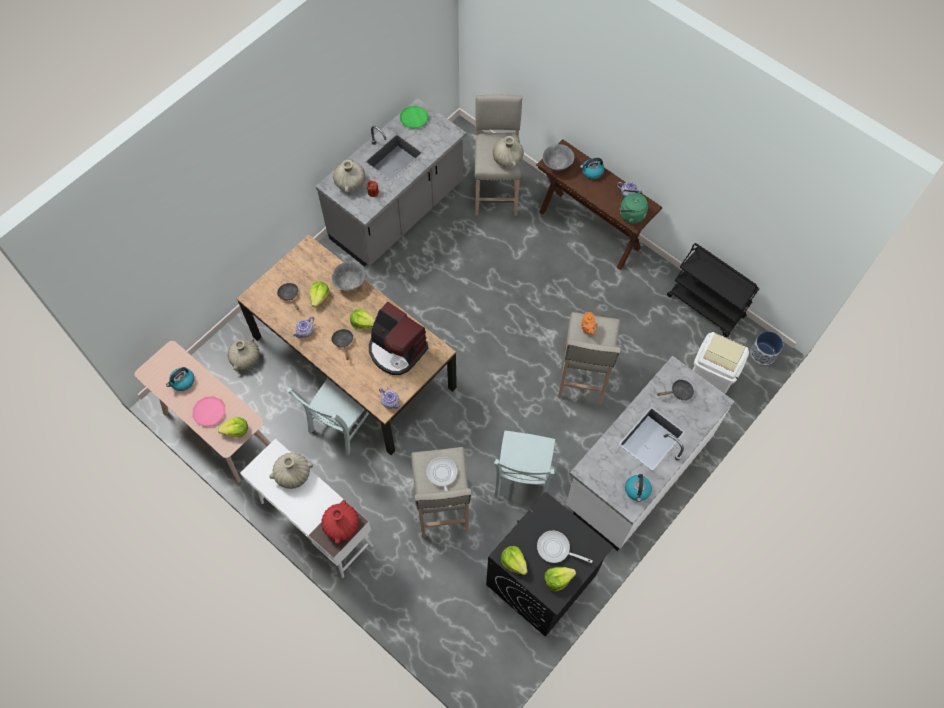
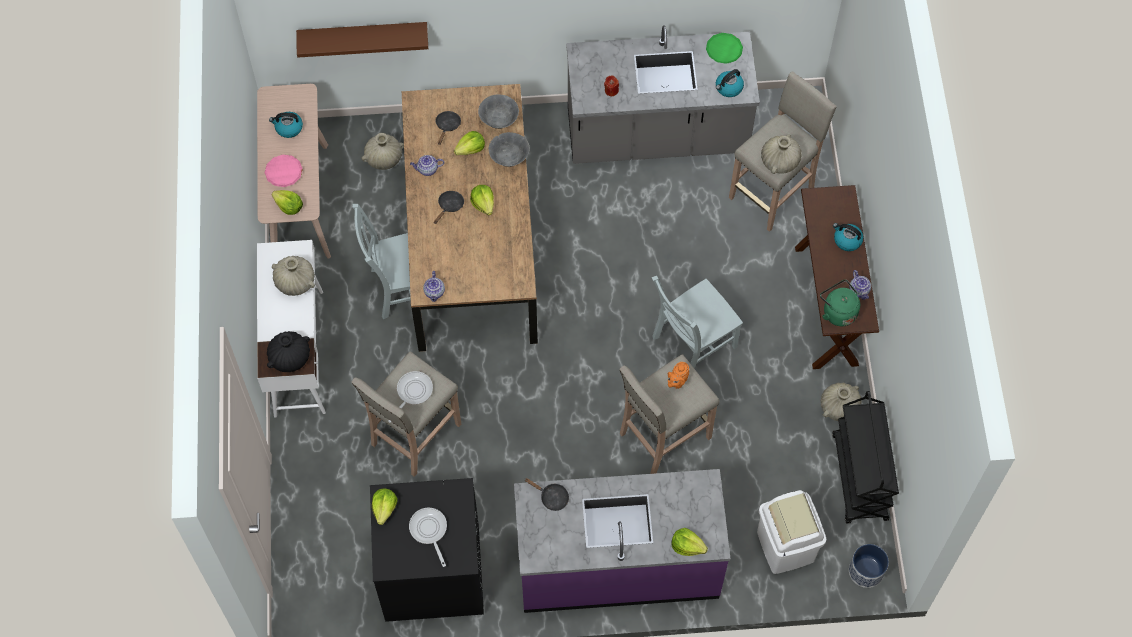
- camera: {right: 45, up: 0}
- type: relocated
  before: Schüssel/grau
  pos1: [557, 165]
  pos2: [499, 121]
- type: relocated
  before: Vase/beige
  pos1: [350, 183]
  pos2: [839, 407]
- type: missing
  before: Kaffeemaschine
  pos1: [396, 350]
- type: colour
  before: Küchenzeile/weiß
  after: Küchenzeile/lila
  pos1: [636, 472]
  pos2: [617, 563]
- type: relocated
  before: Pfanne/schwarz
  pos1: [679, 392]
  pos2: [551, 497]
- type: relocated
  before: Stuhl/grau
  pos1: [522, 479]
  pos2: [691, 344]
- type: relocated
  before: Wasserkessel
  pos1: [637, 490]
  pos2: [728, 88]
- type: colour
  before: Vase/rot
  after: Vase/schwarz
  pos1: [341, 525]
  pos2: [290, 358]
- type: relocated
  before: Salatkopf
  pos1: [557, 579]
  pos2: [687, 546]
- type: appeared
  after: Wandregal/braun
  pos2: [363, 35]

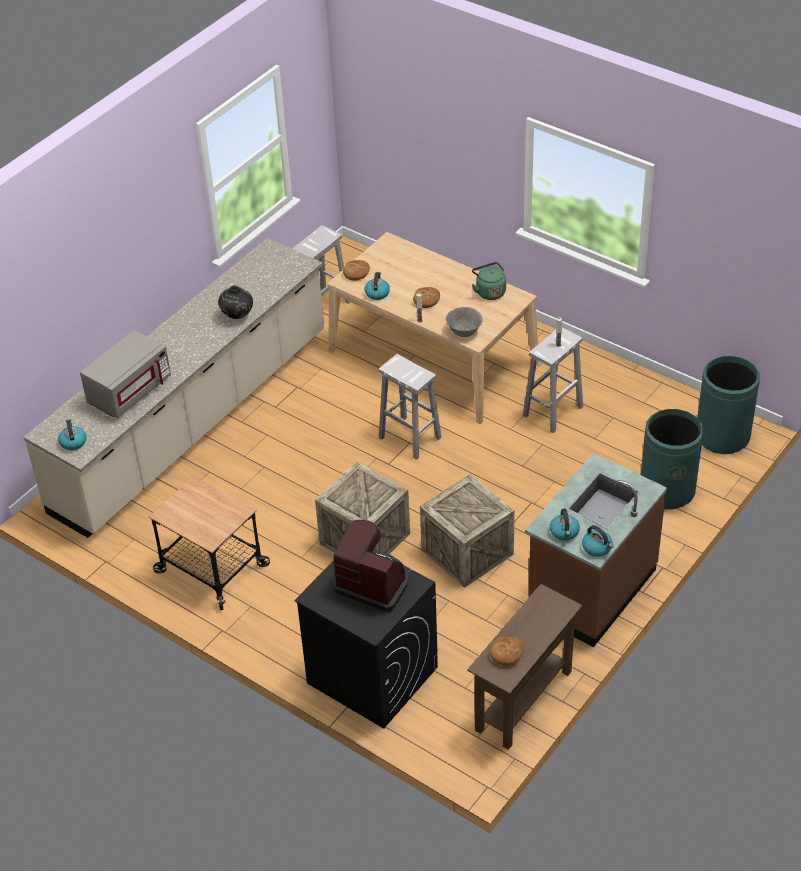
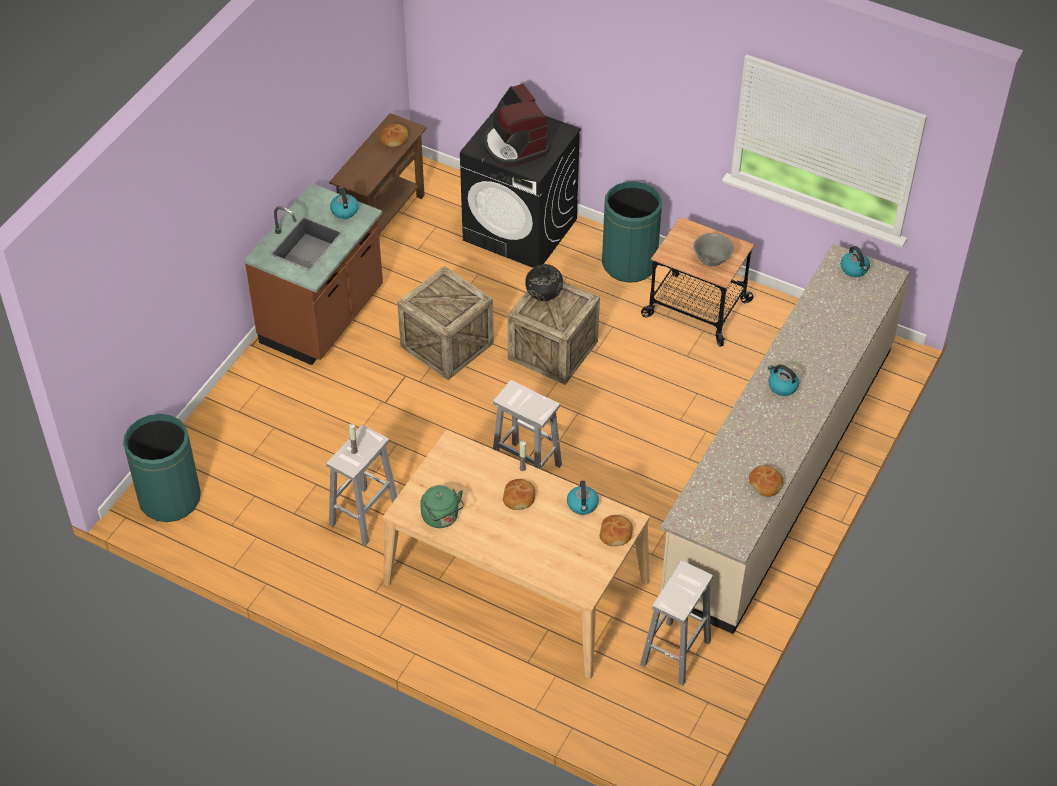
- camera: {right: 170, up: 5}
- type: relocated
  before: Vase/schwarz
  pos1: [237, 316]
  pos2: [544, 297]
- type: relocated
  before: Schüssel/grau
  pos1: [464, 332]
  pos2: [712, 260]
- type: missing
  before: Mikrowelle/grau
  pos1: [129, 391]
- type: relocated
  before: Mülleimer/grün
  pos1: [667, 490]
  pos2: [629, 263]
- type: spun
  before: Kaffeemaschine
  pos1: [373, 583]
  pos2: [514, 146]
  turn: 45
- type: relocated
  before: Wasserkessel
  pos1: [597, 548]
  pos2: [782, 386]
- type: appeared
  after: Brot
  pos2: [765, 484]

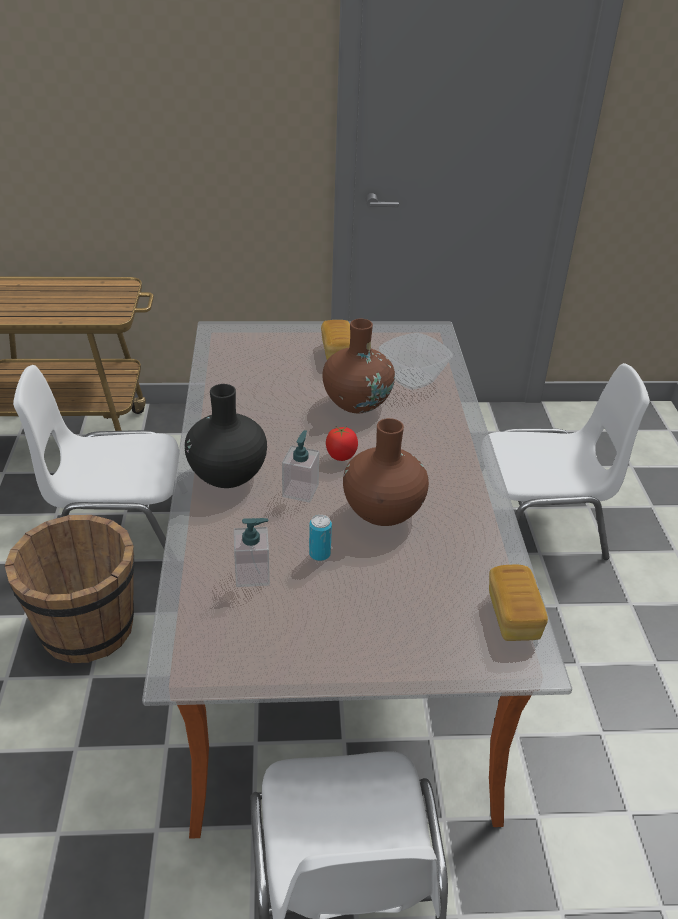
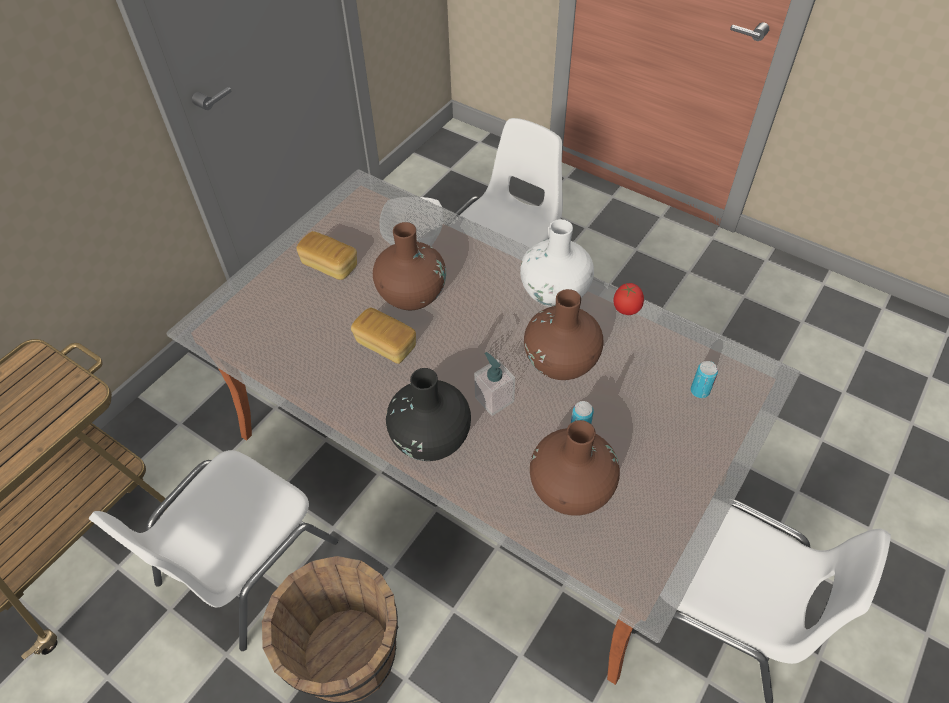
- camera: {right: -50, up: 15}
- type: relocated
  before: Tomate
  pos1: [341, 456]
  pos2: [626, 308]
- type: exchanged
  before: Seifenspender
  after: Vase/braun
  pos1: [252, 574]
  pos2: [570, 488]
- type: relocated
  before: Brot
  pos1: [513, 615]
  pos2: [386, 344]
- type: appeared
  after: Vase/weiß
  pos2: [554, 292]
- type: appeared
  after: Dose
  pos2: [699, 391]

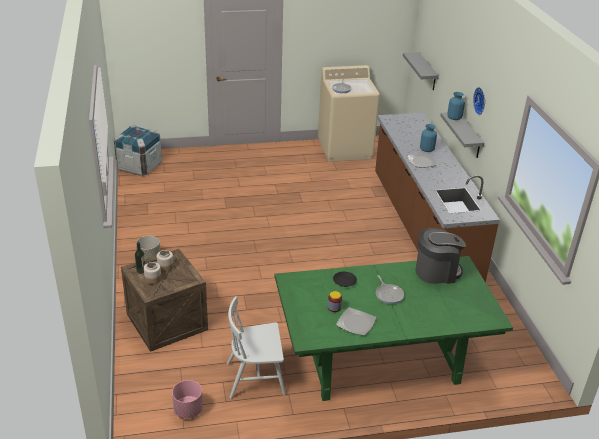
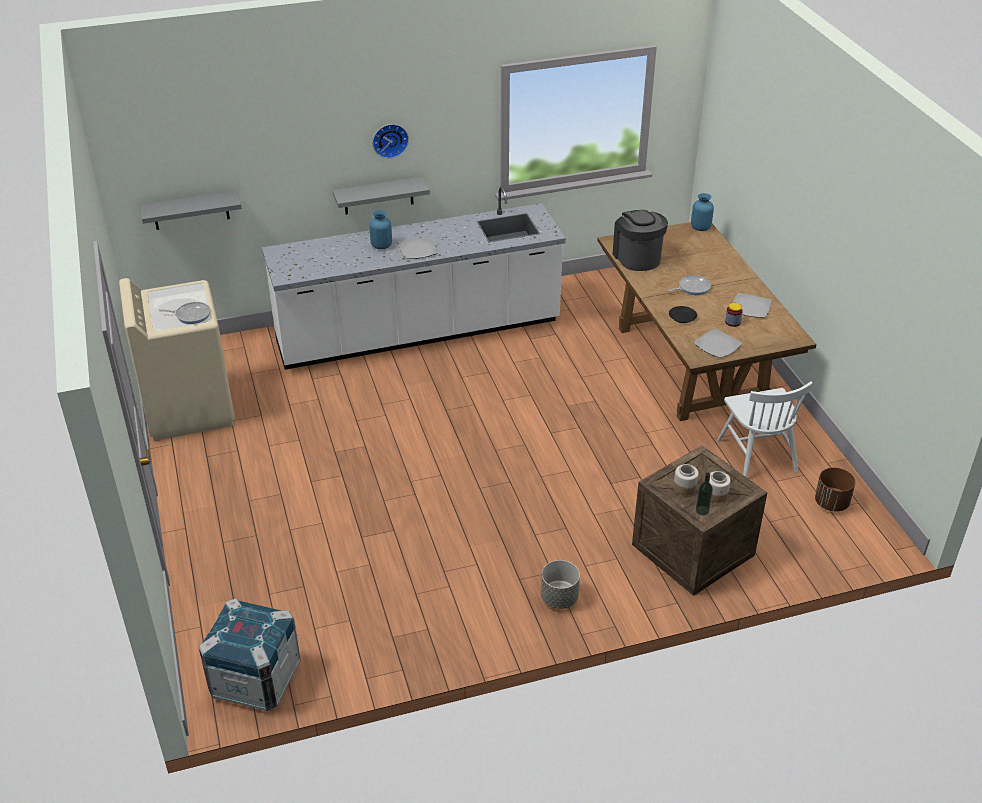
- camera: {right: -95, up: 5}
- type: relocated
  before: Vase/blau
  pos1: [454, 118]
  pos2: [700, 227]
- type: colour
  before: Küchenzeile/braun
  after: Küchenzeile/weiß
  pos1: [421, 228]
  pos2: [418, 333]
- type: colour
  before: Esstisch/grün
  after: Esstisch/braun
  pos1: [382, 361]
  pos2: [689, 364]
- type: colour
  before: Pflanzkübel/rosa
  after: Pflanzkübel/braun
  pos1: [188, 410]
  pos2: [831, 503]
- type: appeared
  after: Teller
  pos2: [718, 345]

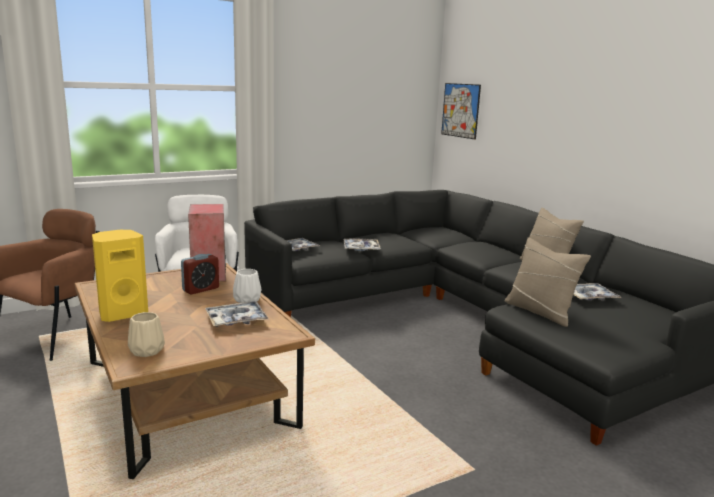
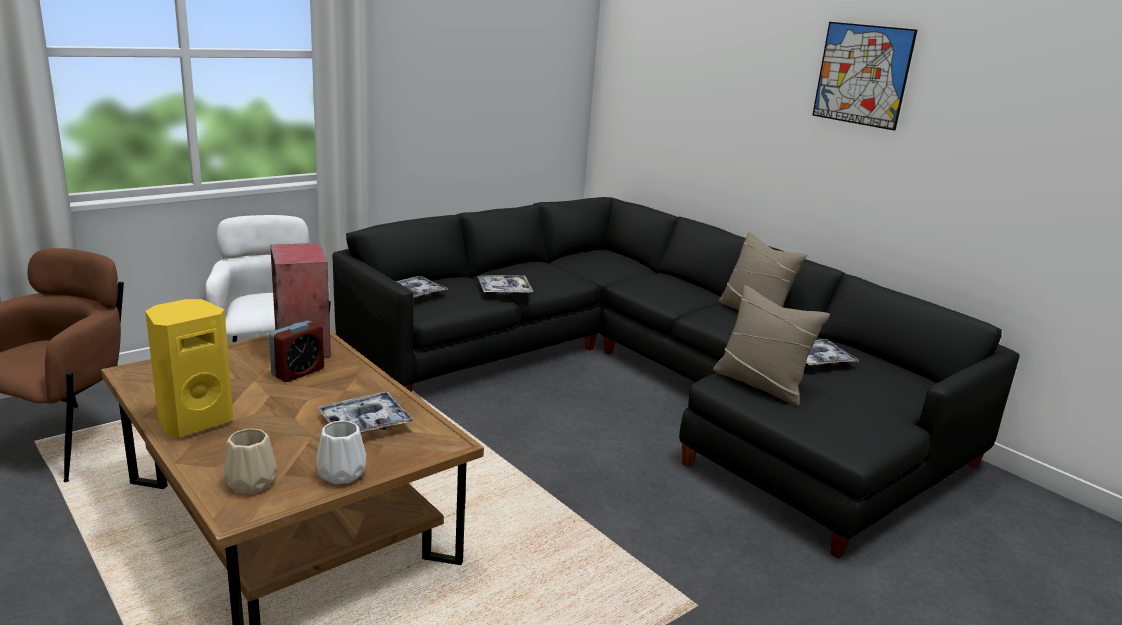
- camera: {right: -10, up: 5}
- type: relocated
  before: Bild
  pos1: [460, 110]
  pos2: [862, 75]
- type: relocated
  before: Vase/weiß
  pos1: [246, 300]
  pos2: [340, 474]

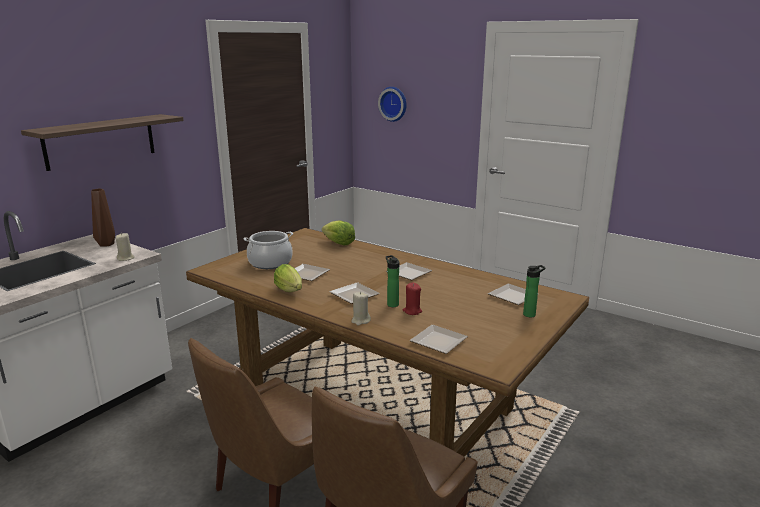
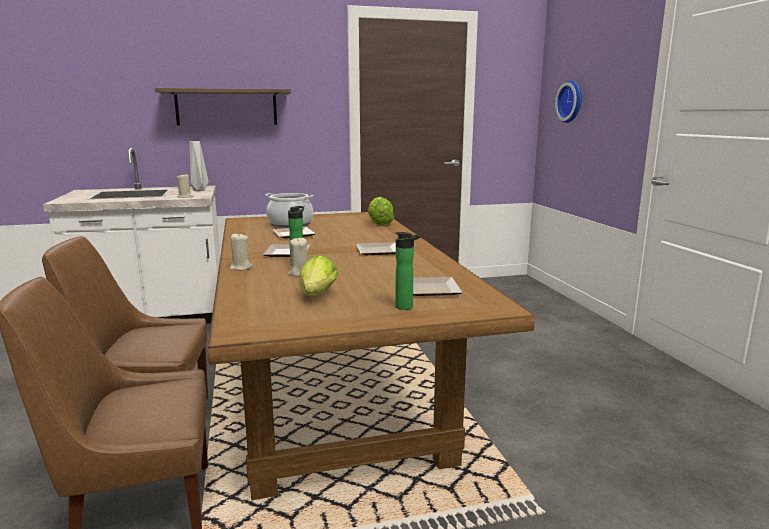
- camera: {right: 40, up: -5}
- type: colour
  before: Vase/braun
  after: Vase/grau
  pos1: [107, 244]
  pos2: [200, 190]
- type: relocated
  before: Salatkopf
  pos1: [290, 291]
  pos2: [317, 296]
- type: colour
  before: Kerze/rot
  after: Kerze/beige
  pos1: [412, 311]
  pos2: [299, 273]
- type: missing
  before: Teller
  pos1: [438, 341]

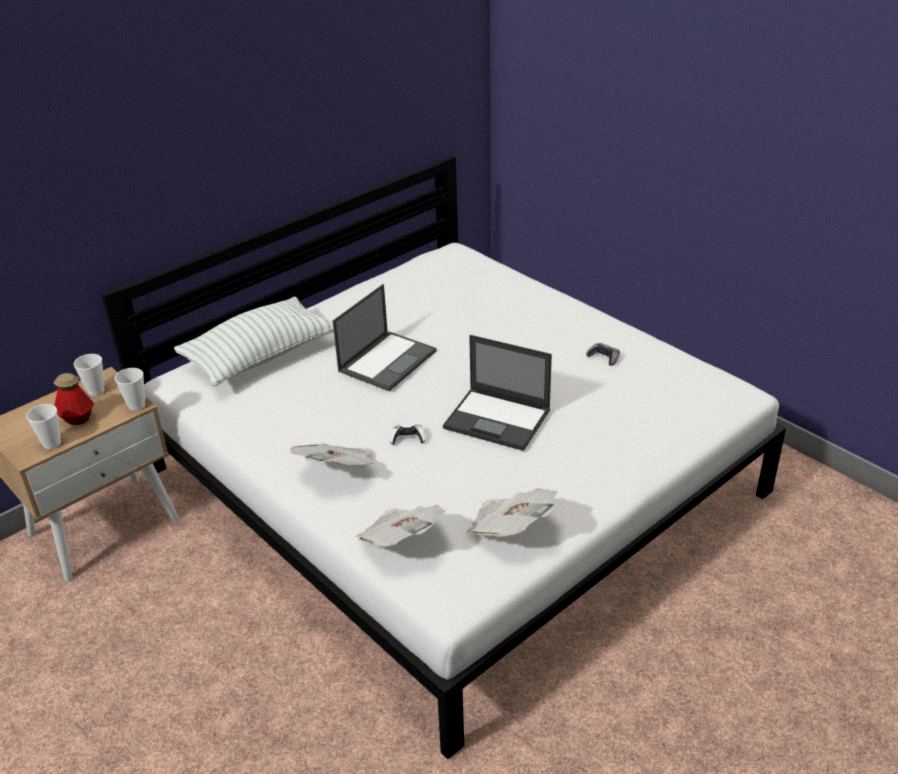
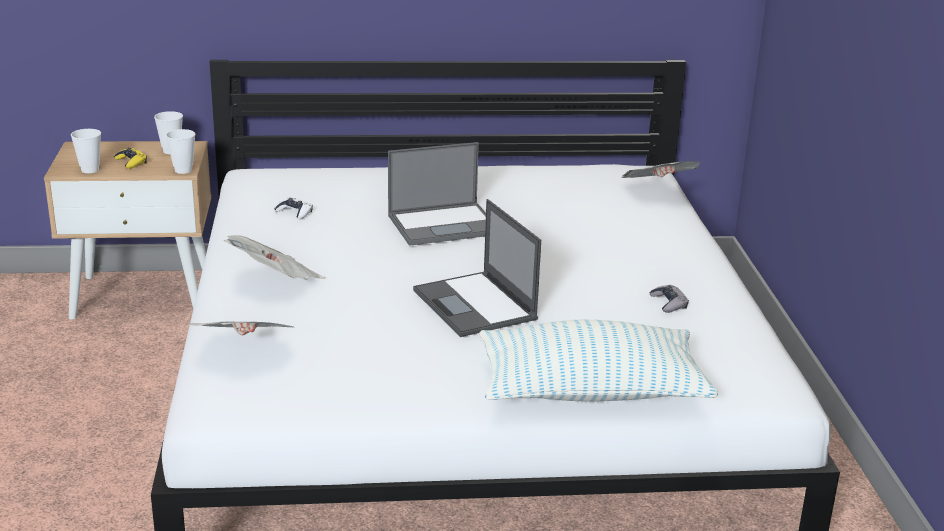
- camera: {right: 35, up: -10}
- type: relocated
  before: Kissen
  pos1: [260, 356]
  pos2: [591, 391]
- type: exchanged
  before: Flasche
  after: Gamepad/gelb
  pos1: [77, 418]
  pos2: [131, 162]
- type: relocated
  before: Gamepad/weiß
  pos1: [407, 438]
  pos2: [294, 212]
- type: relocated
  before: Zeitung
  pos1: [511, 529]
  pos2: [658, 190]

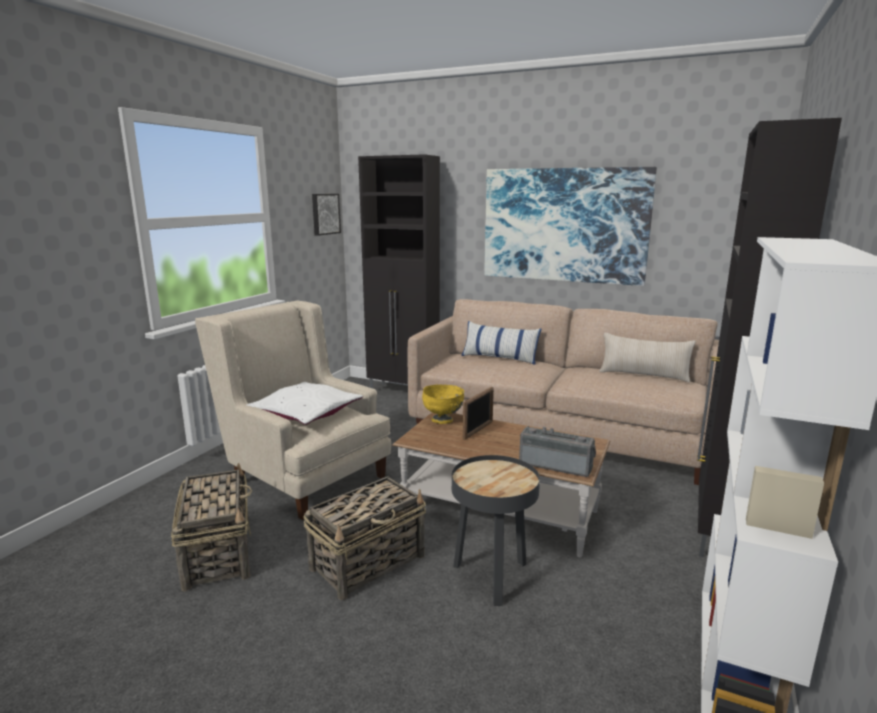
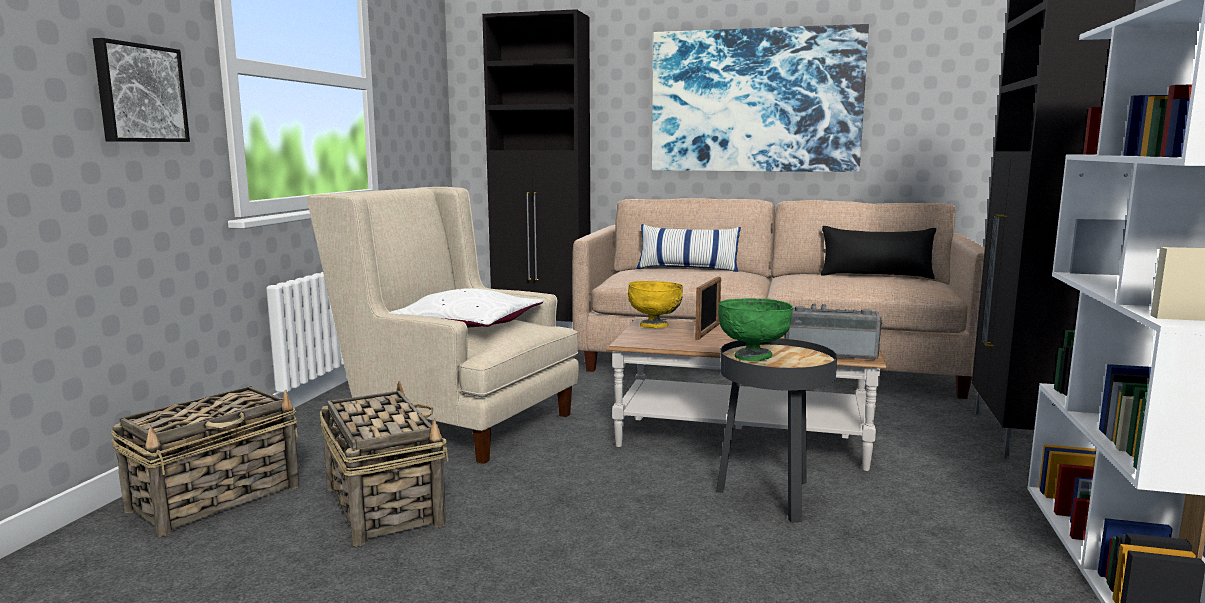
- camera: {right: -10, up: -5}
- type: relocated
  before: Bild
  pos1: [325, 214]
  pos2: [139, 93]
- type: colour
  before: Kissen/beige
  after: Kissen/schwarz
  pos1: [644, 375]
  pos2: [876, 276]
- type: relocated
  before: Korb
  pos1: [369, 562]
  pos2: [217, 497]
- type: appeared
  after: Schüssel/grün
  pos2: [753, 357]

